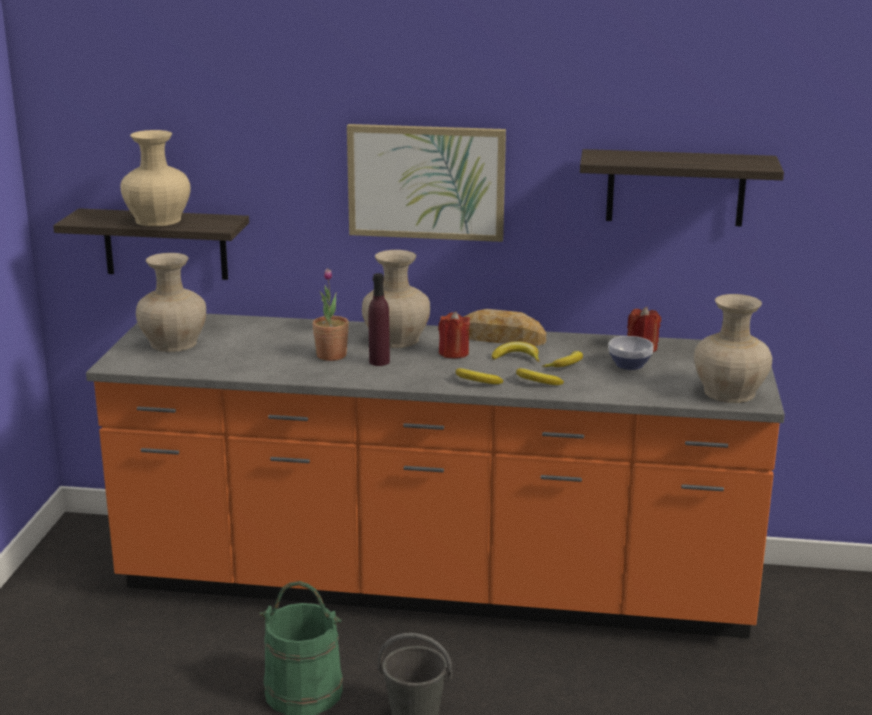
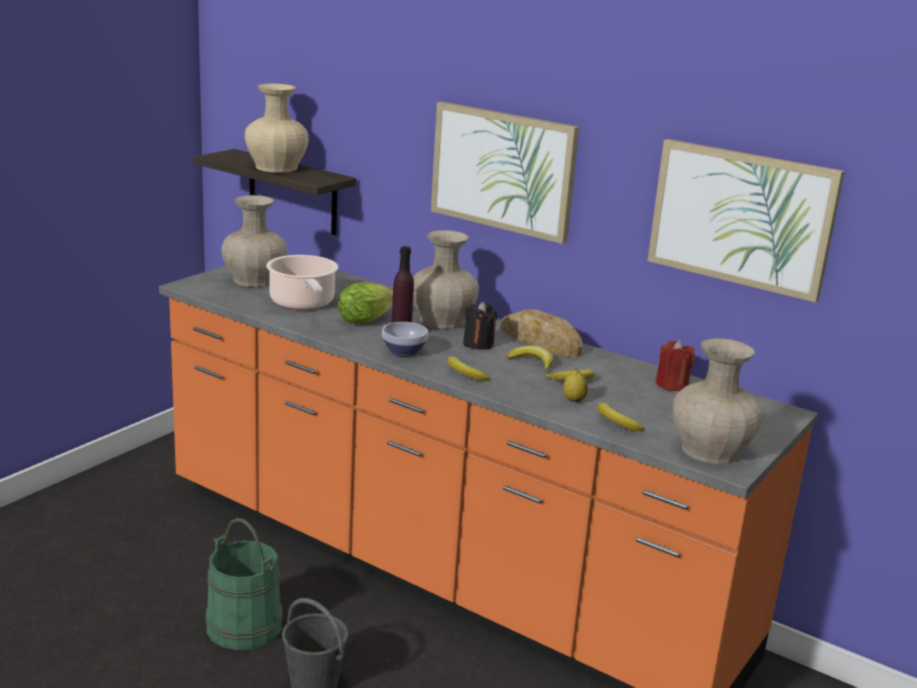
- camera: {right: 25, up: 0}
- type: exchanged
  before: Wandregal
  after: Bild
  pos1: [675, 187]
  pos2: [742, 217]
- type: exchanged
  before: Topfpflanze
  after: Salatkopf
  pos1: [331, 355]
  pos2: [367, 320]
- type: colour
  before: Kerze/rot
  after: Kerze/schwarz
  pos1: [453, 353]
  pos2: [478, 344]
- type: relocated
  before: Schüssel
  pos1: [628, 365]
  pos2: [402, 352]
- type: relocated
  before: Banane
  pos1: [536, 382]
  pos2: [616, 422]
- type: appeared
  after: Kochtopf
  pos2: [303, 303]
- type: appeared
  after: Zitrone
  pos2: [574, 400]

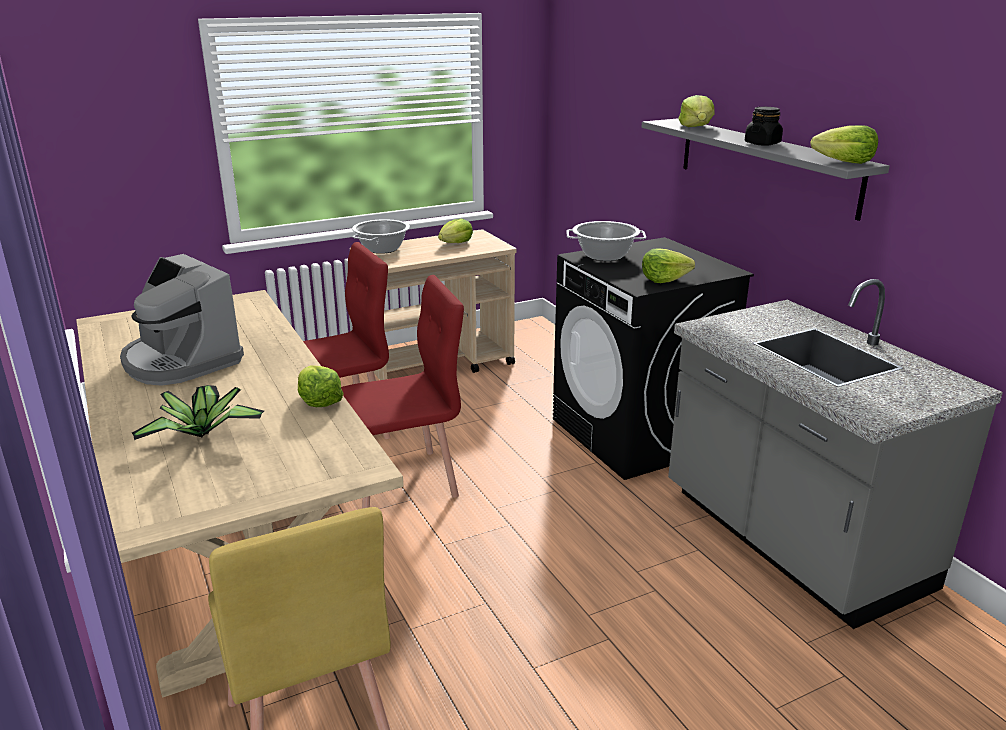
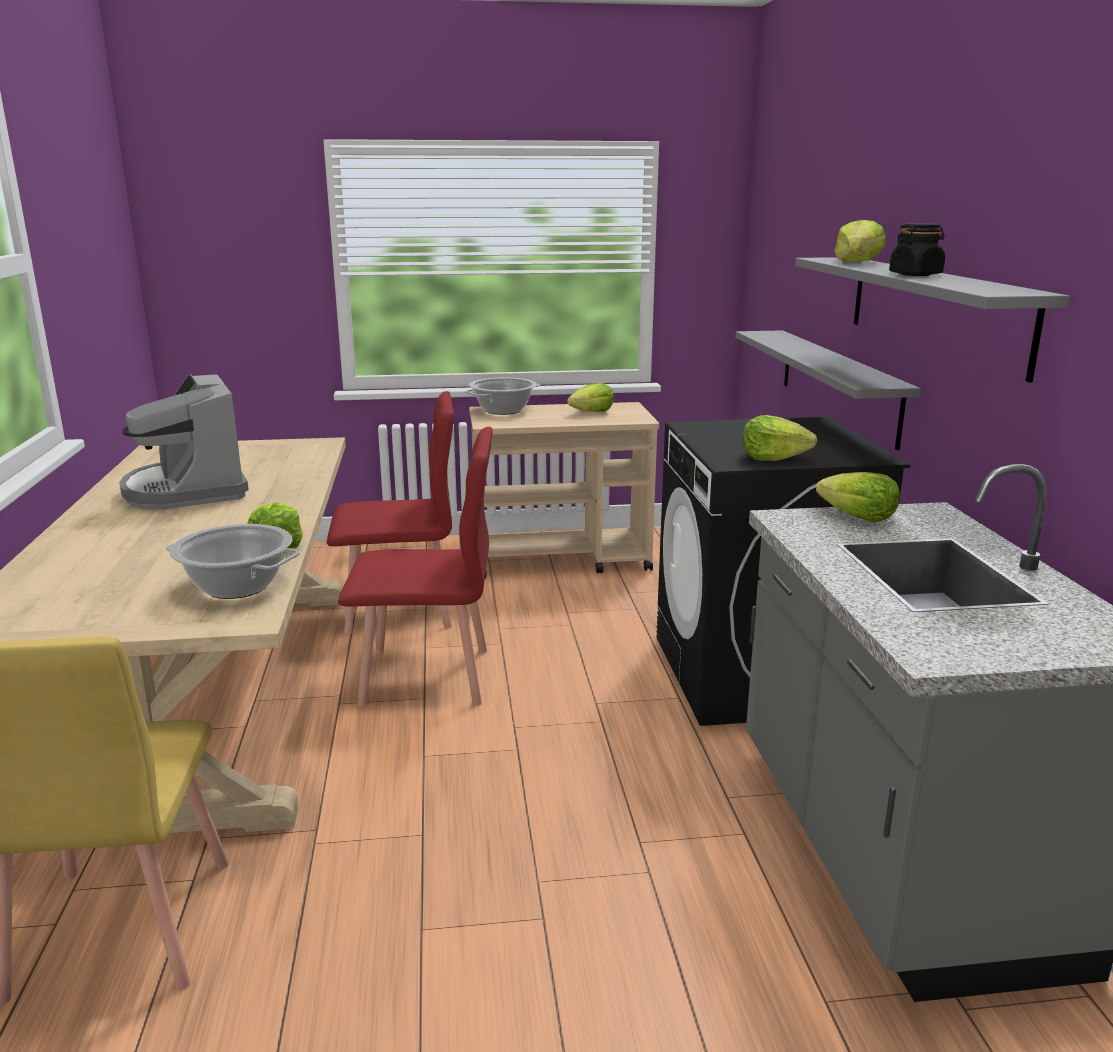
- camera: {right: 20, up: -5}
- type: relocated
  before: Salatkopf
  pos1: [844, 162]
  pos2: [858, 517]
- type: relocated
  before: Kochtopf
  pos1: [605, 255]
  pos2: [238, 586]
- type: missing
  before: Topfpflanze
  pos1: [202, 433]
- type: appeared
  after: Wandregal/grau
  pos2: [837, 384]

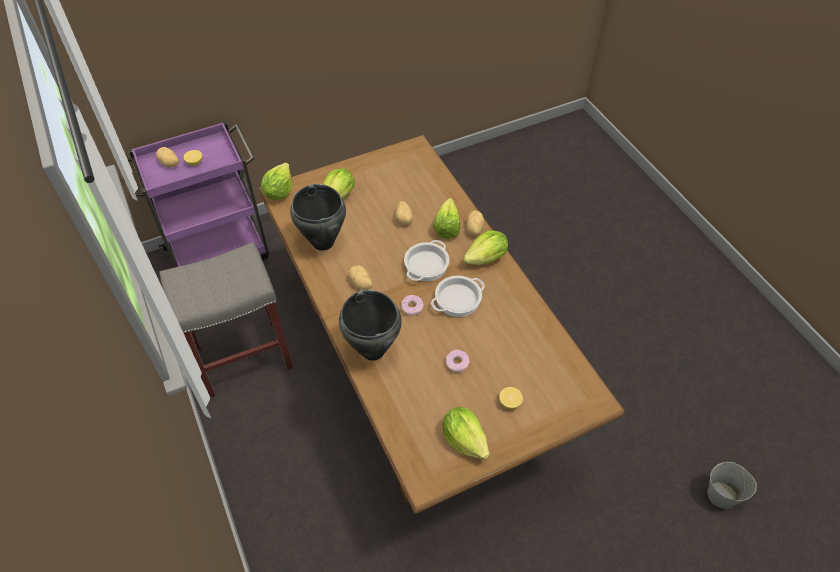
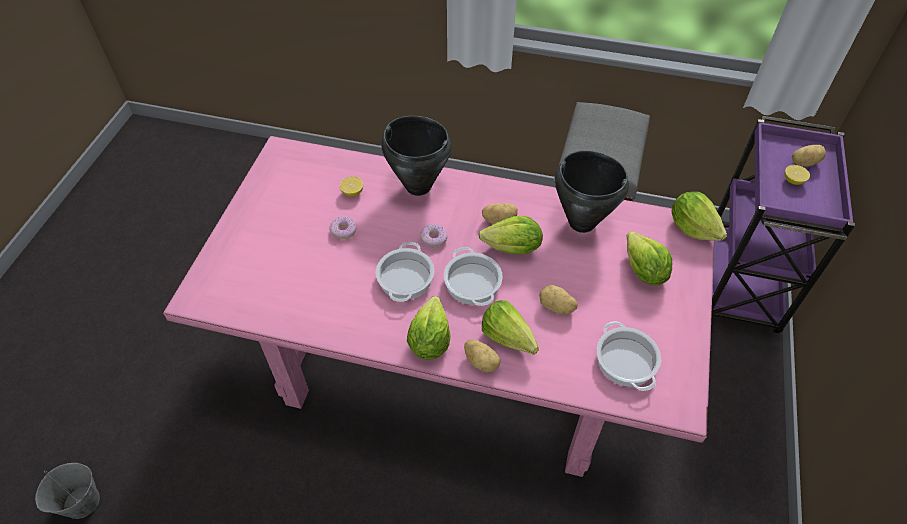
- camera: {right: 130, up: 0}
- type: colour
  before: Esstisch/braun
  after: Esstisch/rosa
  pos1: [422, 367]
  pos2: [451, 360]
- type: relocated
  before: Zitrone
  pos1: [510, 402]
  pos2: [352, 192]
- type: relocated
  before: Salatkopf
  pos1: [464, 439]
  pos2: [513, 248]
- type: appeared
  after: Kochtopf
  pos2: [625, 360]

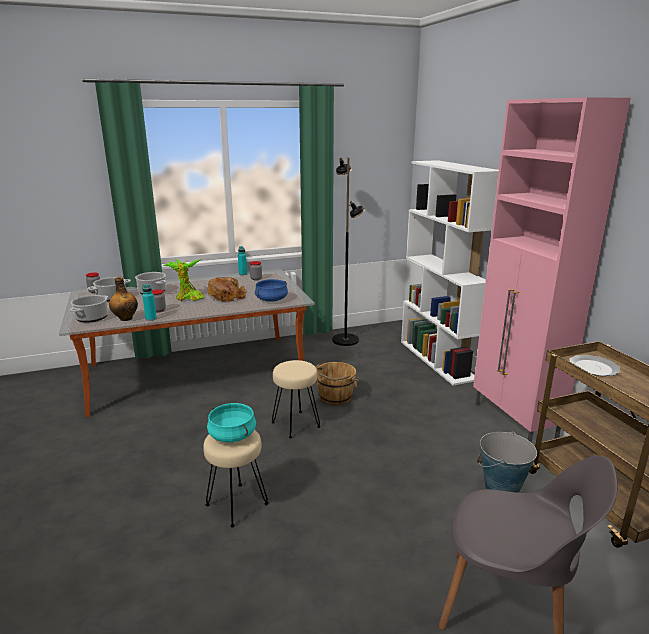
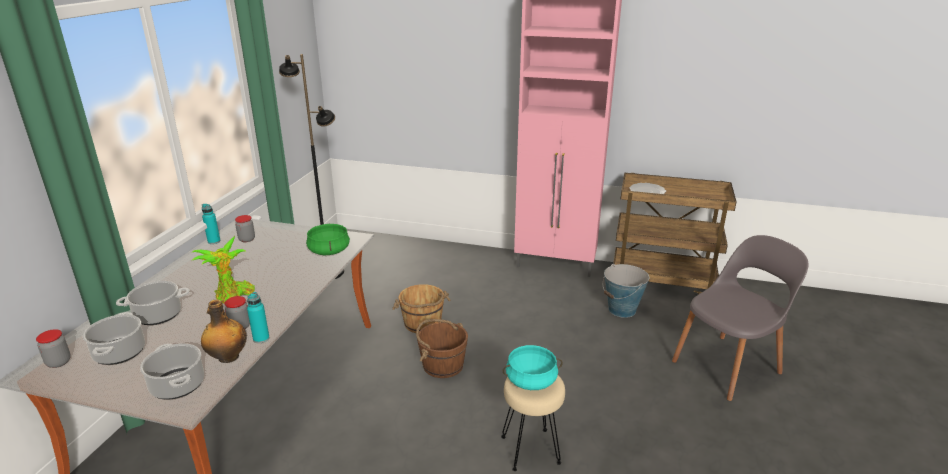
- camera: {right: -55, up: 5}
- type: missing
  before: Bücherregal/weiß
  pos1: [438, 360]
- type: missing
  before: Brot
  pos1: [227, 296]
- type: colour
  before: Kochtopf/blau
  after: Kochtopf/grün
  pos1: [271, 300]
  pos2: [329, 251]
- type: exchanged
  before: Hocker/beige
  after: Eimer/braun
  pos1: [296, 424]
  pos2: [442, 365]

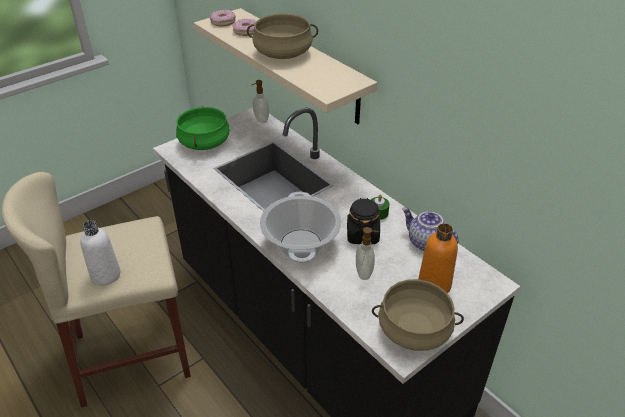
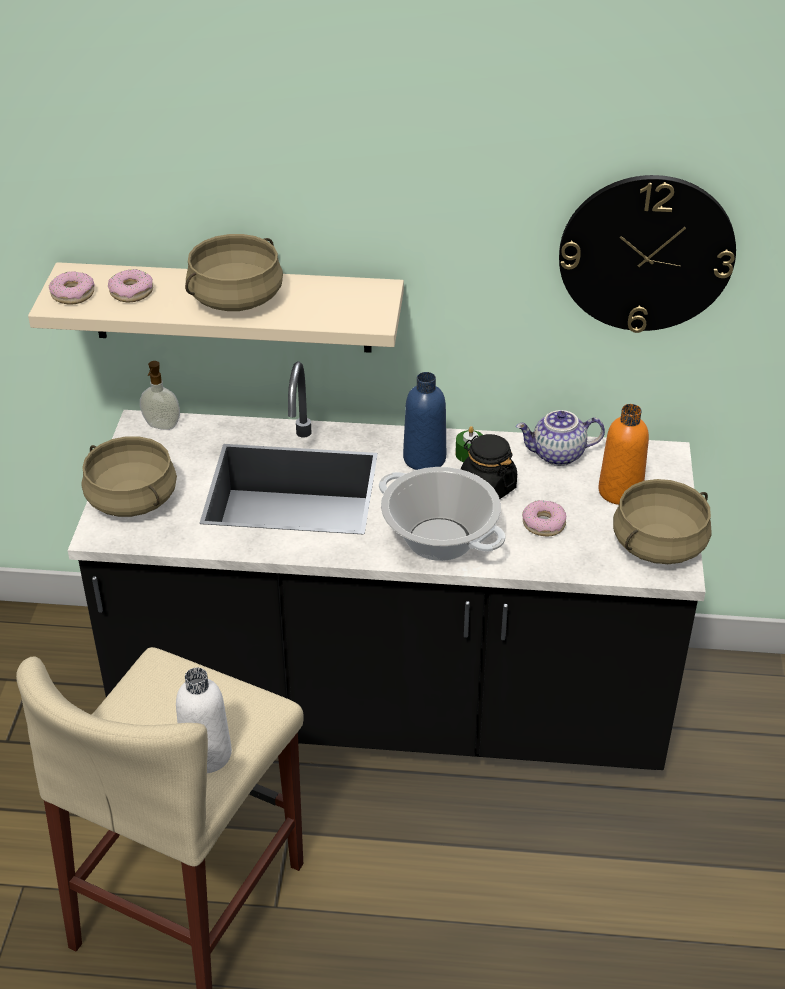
- camera: {right: -45, up: 0}
- type: colour
  before: Kochtopf/grün
  after: Kochtopf/beige
  pos1: [204, 142]
  pos2: [131, 499]
- type: exchanged
  before: Seifenspender
  after: Donut
  pos1: [365, 272]
  pos2: [544, 524]
- type: appeared
  after: Wanduhr
  pos2: [646, 253]
- type: appeared
  after: Flasche/blau
  pos2: [424, 458]

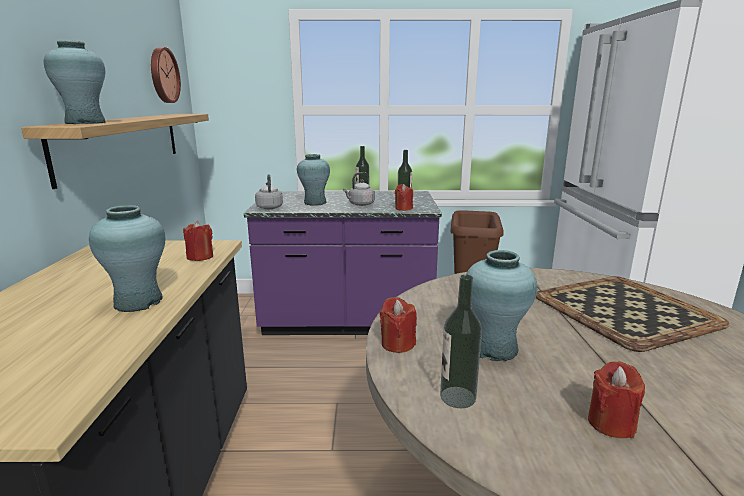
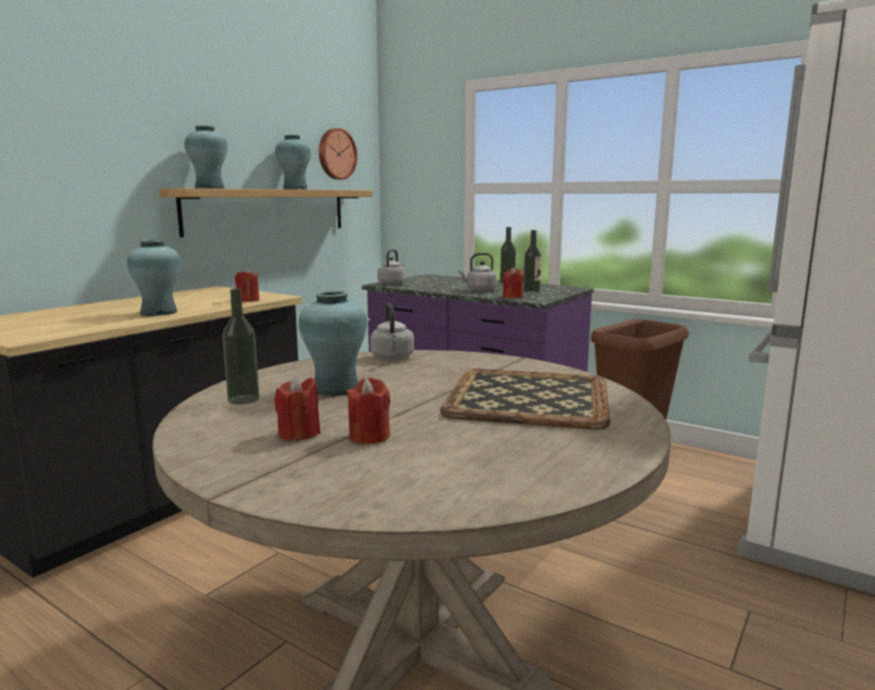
- camera: {right: 35, up: -5}
- type: relocated
  before: Vase/türkis
  pos1: [315, 203]
  pos2: [295, 189]
- type: relocated
  before: Kerze/rot
  pos1: [397, 344]
  pos2: [369, 436]
- type: appeared
  after: Wasserkessel/grau
  pos2: [392, 358]

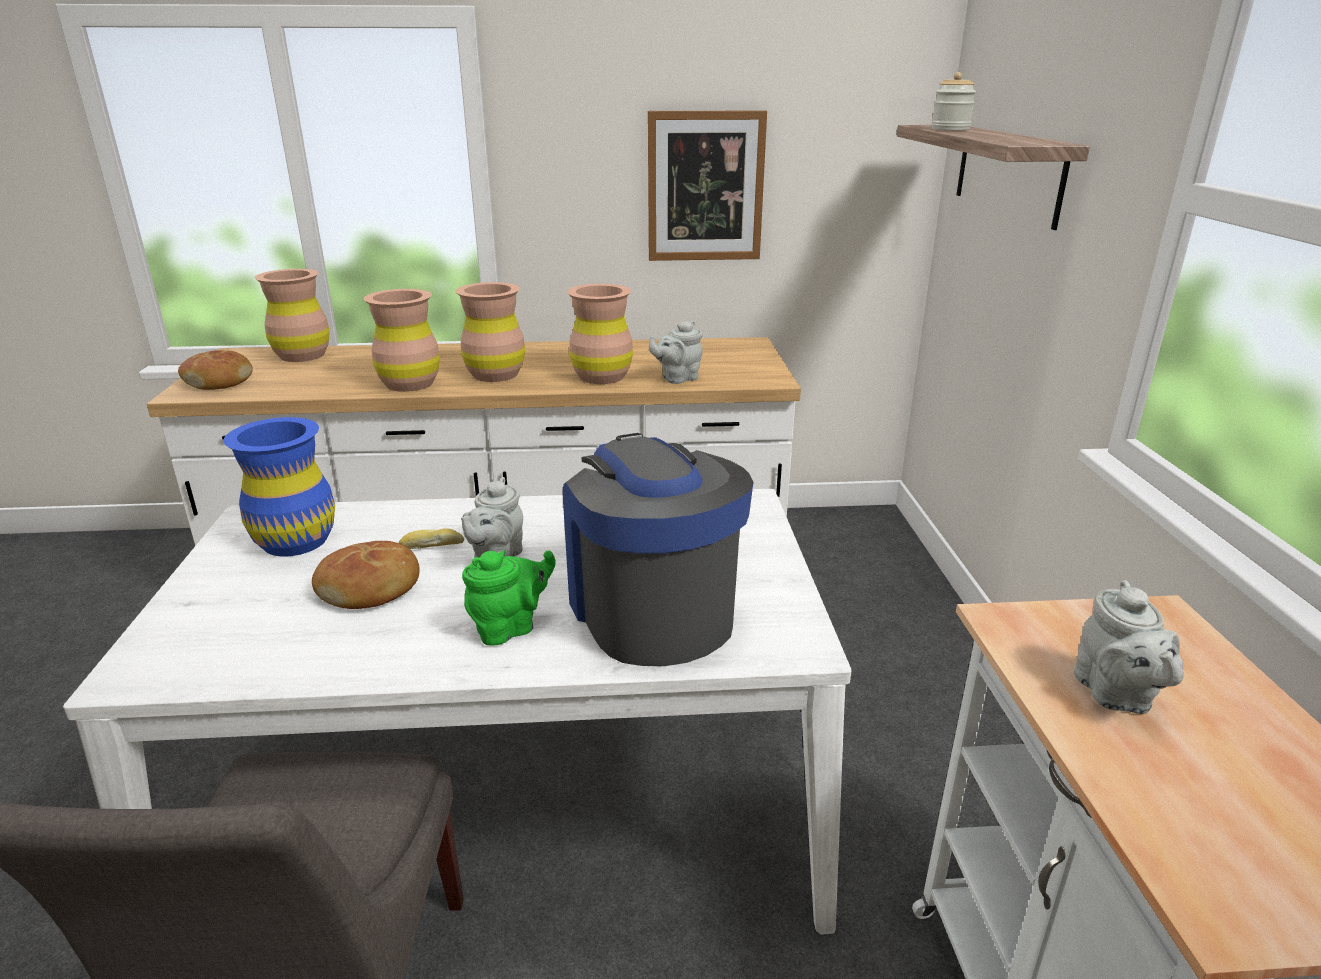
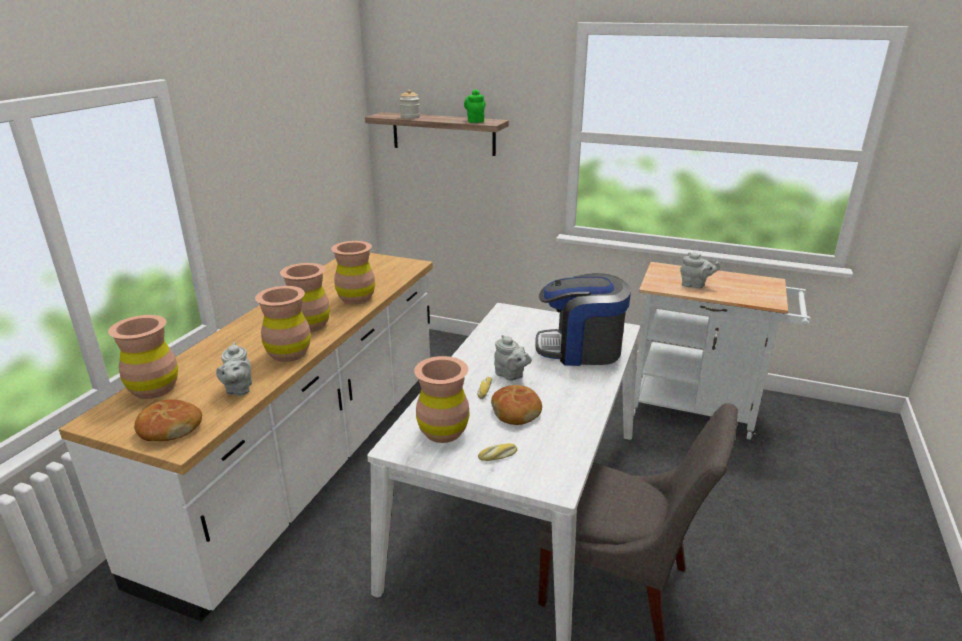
- camera: {right: -65, up: 0}
- type: missing
  before: Bild
  pos1: [705, 187]
- type: relocated
  before: Teekanne/grau
  pos1: [677, 378]
  pos2: [238, 389]
- type: colour
  before: Vase/blau
  after: Vase/braun
  pos1: [295, 541]
  pos2: [443, 431]
- type: relocated
  before: Teekanne/grün
  pos1: [510, 628]
  pos2: [475, 121]
- type: appeared
  after: Brot
  pos2: [498, 456]

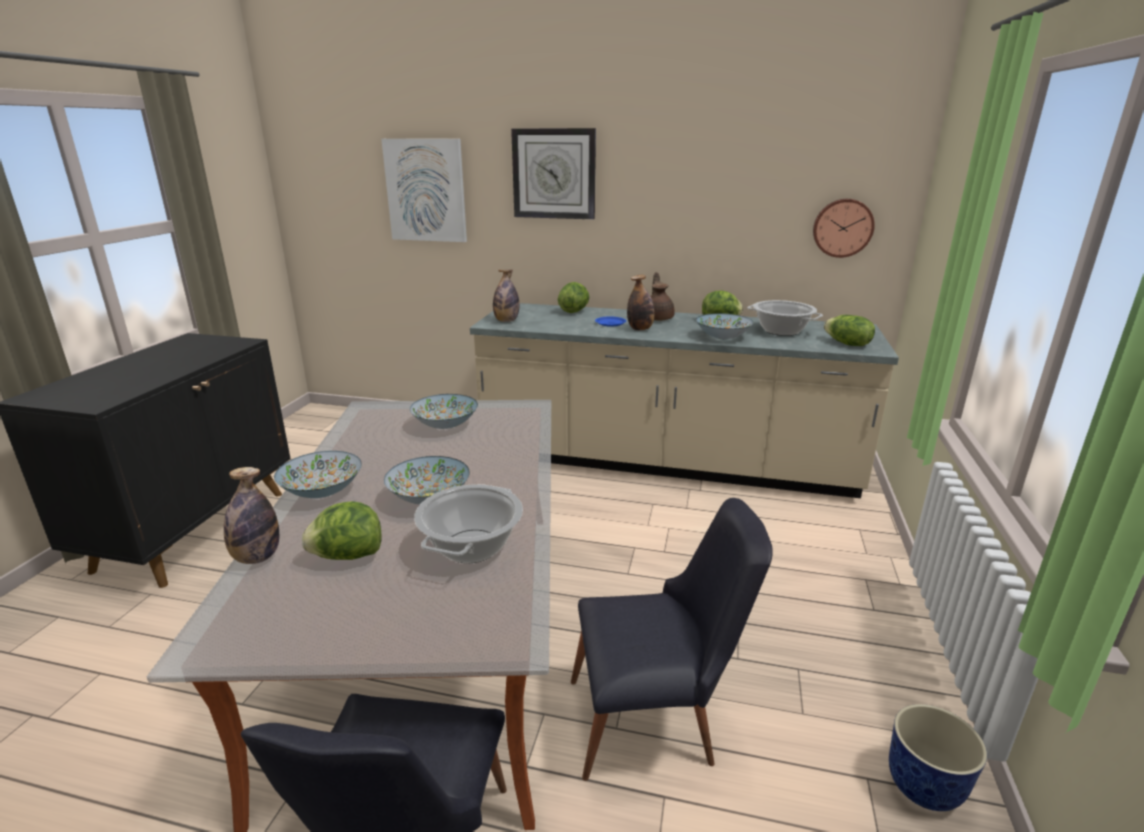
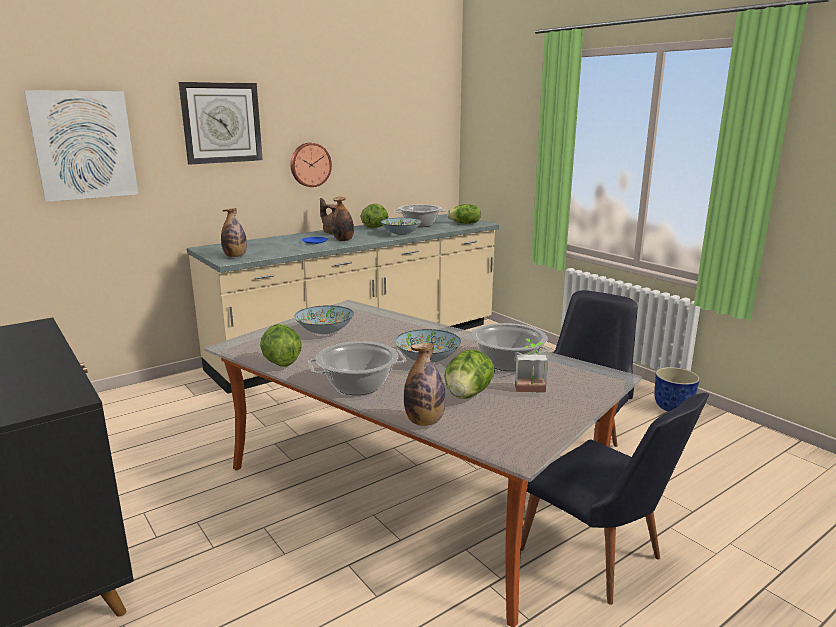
- camera: {right: -50, up: -5}
- type: relocated
  before: Wanduhr
  pos1: [842, 228]
  pos2: [310, 164]
- type: relocated
  before: Salatkopf
  pos1: [574, 311]
  pos2: [280, 362]
- type: exchanged
  before: Schüssel
  after: Kochtopf
  pos1: [322, 491]
  pos2: [358, 385]
- type: appeared
  after: Topfpflanze
  pos2: [531, 391]

